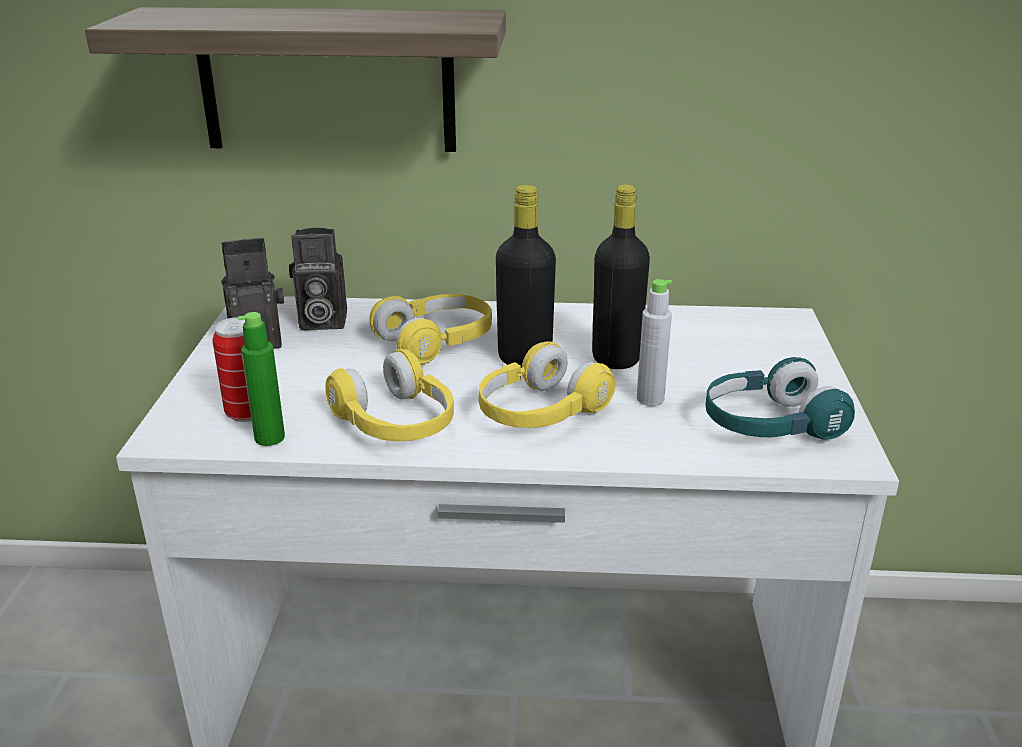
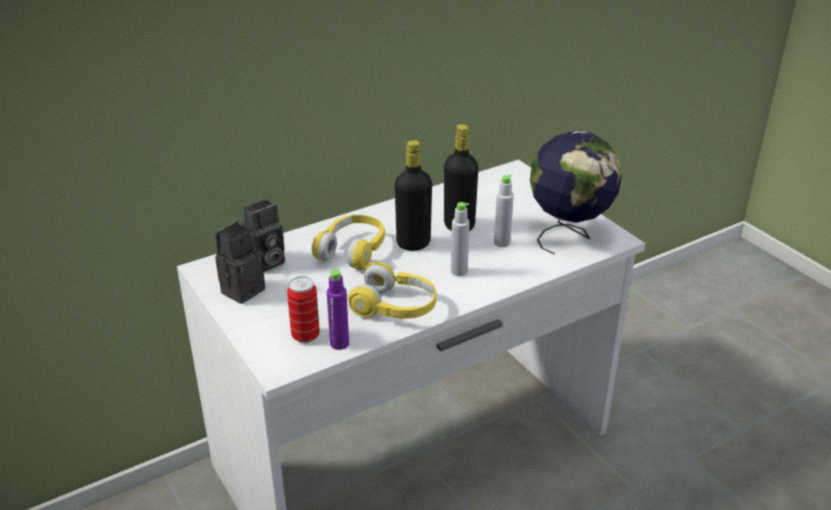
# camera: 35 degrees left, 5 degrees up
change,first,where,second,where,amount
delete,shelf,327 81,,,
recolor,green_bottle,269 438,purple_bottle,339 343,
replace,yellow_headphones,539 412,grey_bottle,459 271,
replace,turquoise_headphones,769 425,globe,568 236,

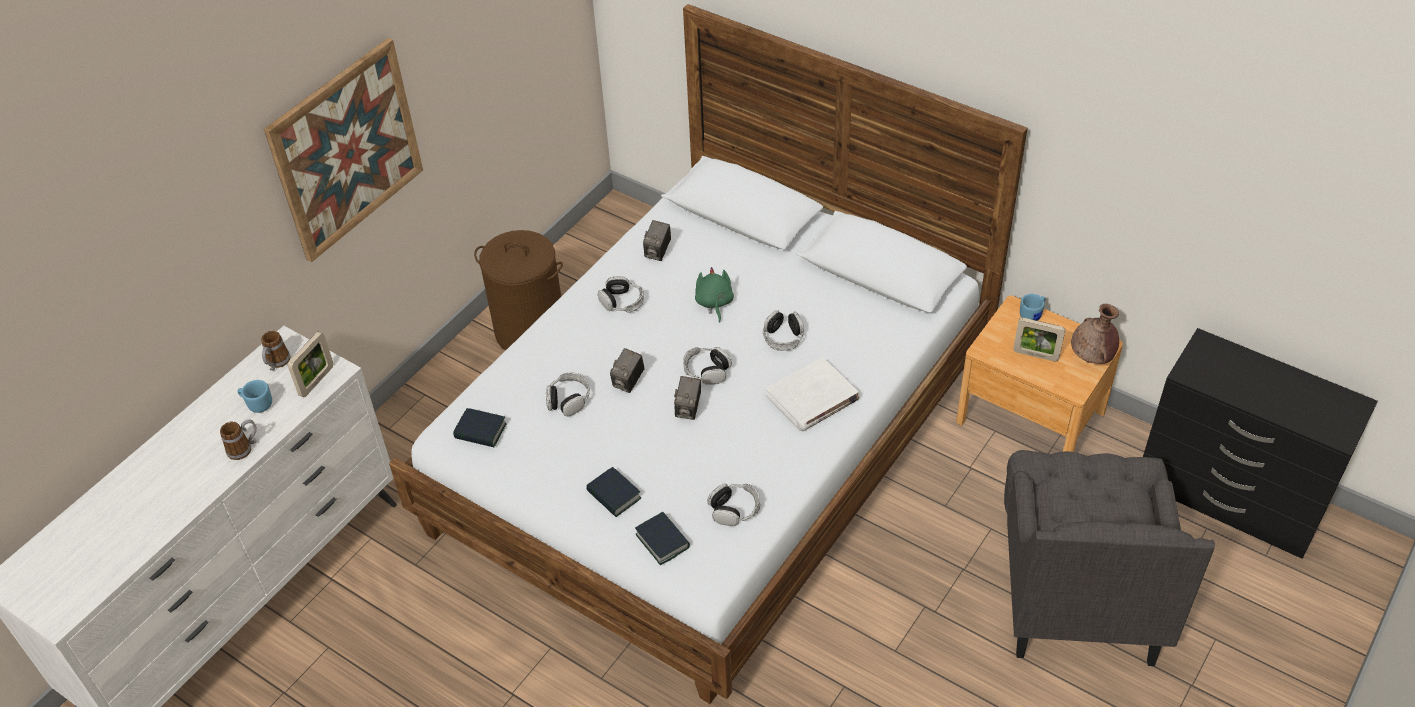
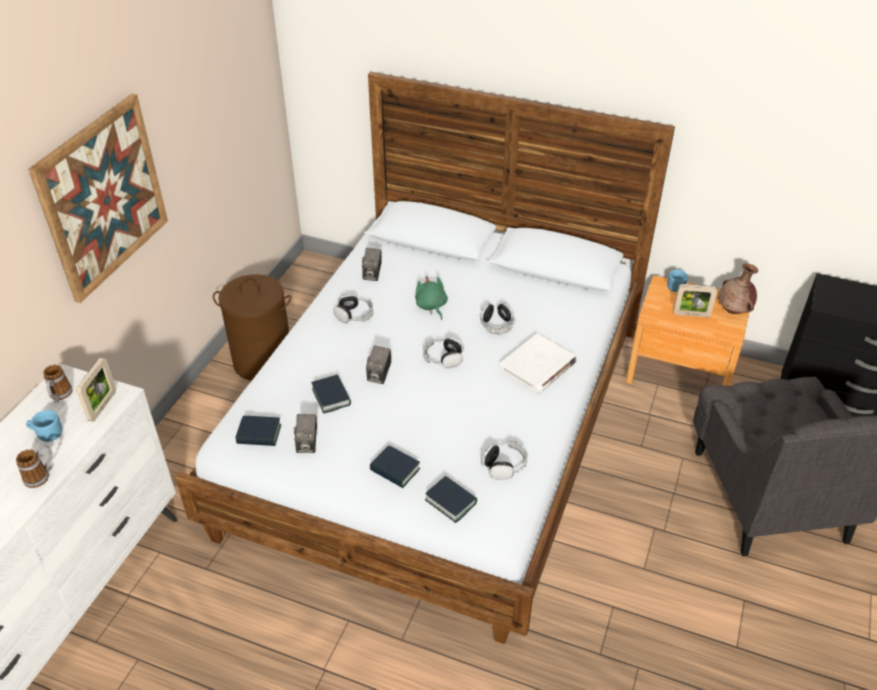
# camera: 15 degrees left, 5 degrees down
change,first,where,second,where,amount
replace,headphones,568 400,book,331 397,
move,photo_camera,688 409,,307 444,

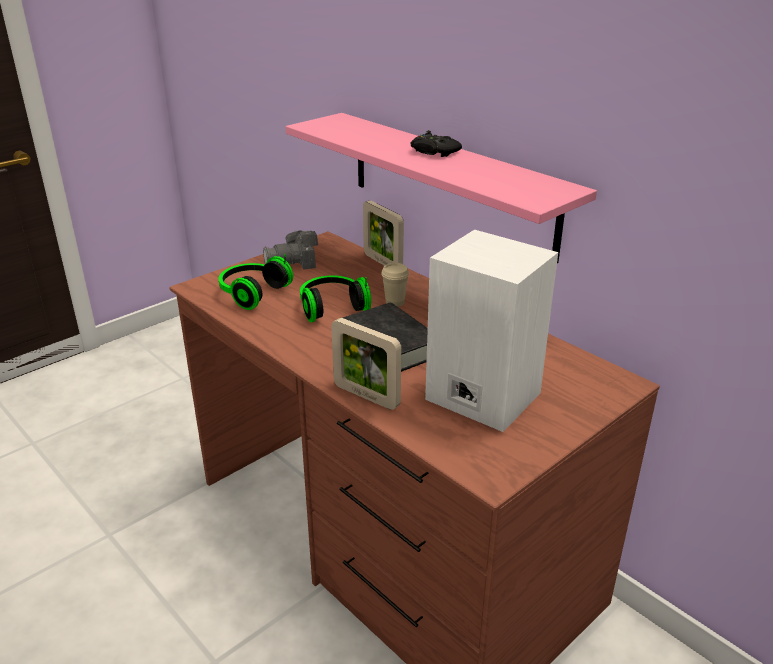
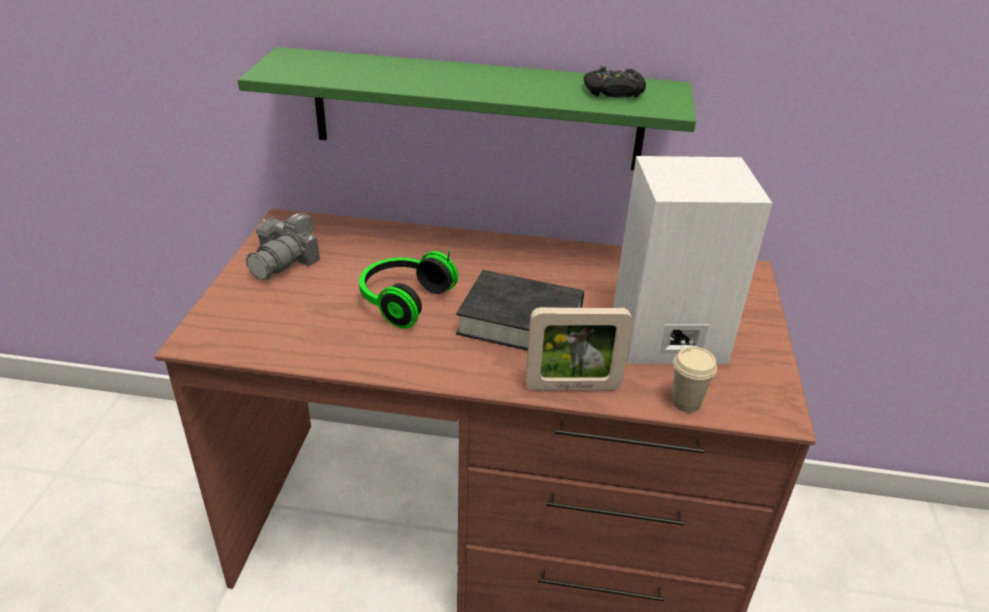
# camera: 40 degrees left, 5 degrees up
change,first,where,second,where,amount
delete,headphones,251 293,,,
recolor,pink_shelf,450 183,green_shelf,476 110,
delete,picture_frame,382 262,,,
move,beige_cup,395 302,,686 402,
move,black_game_controller,434 152,,614 92,

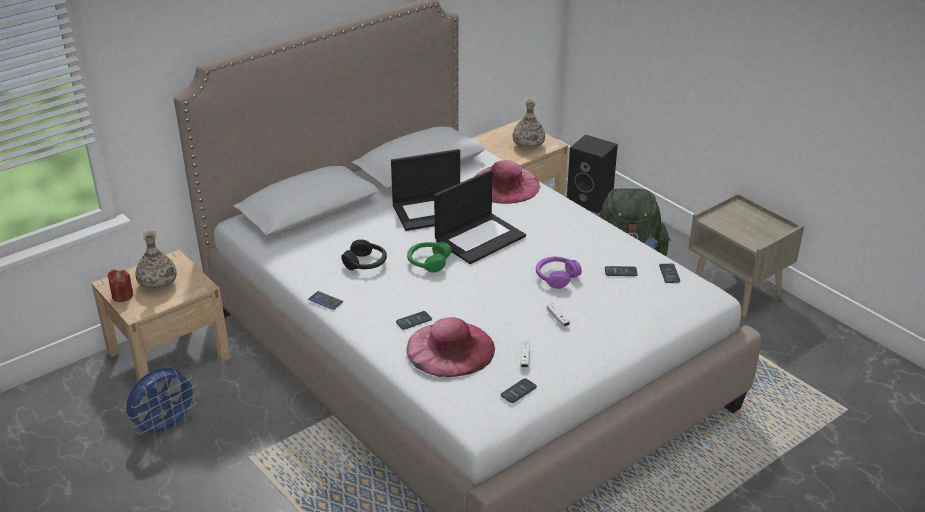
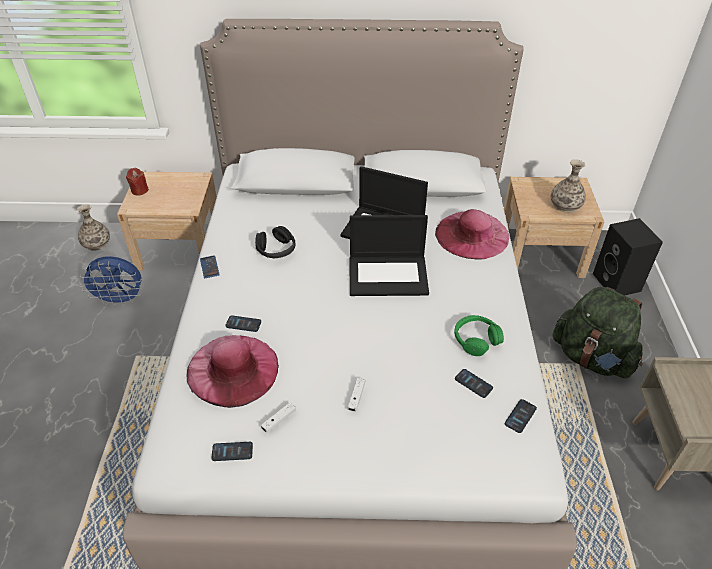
# camera: 40 degrees right, 10 degrees up
change,first,where,second,where,amount
move,vase,158 284,,97 244,
move,green_headphones,428 262,,476 339,
delete,purple_headphones,556 277,,,

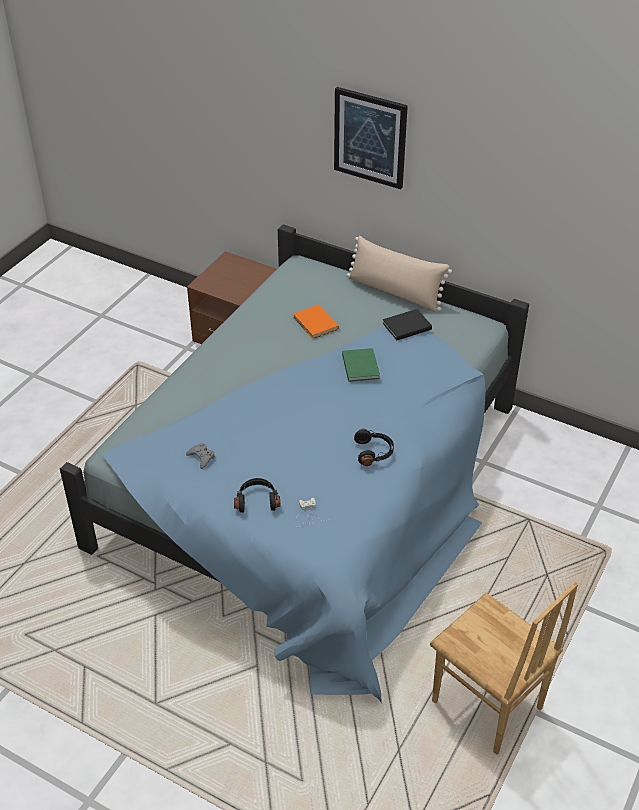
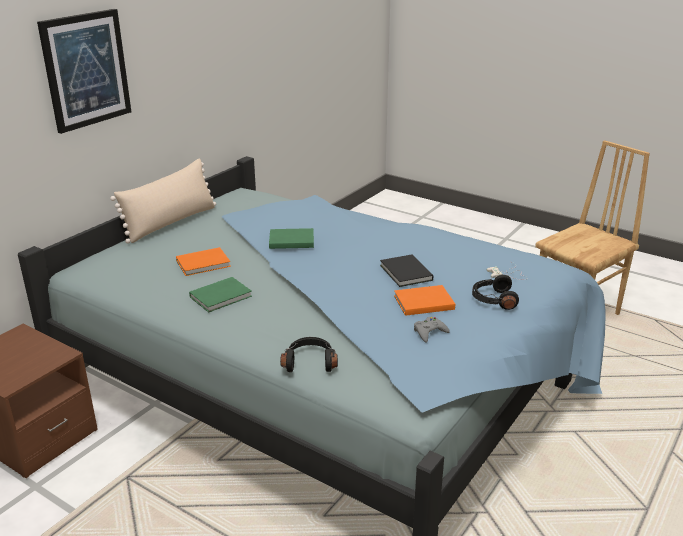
# camera: 85 degrees left, 15 degrees down
change,first,where,second,where,amount
move,black_headphones,374 452,,310 362,
move,black_book,405 326,,405 273,
insert,,,green_book,222 296,
insert,,,orange_book,422 302,

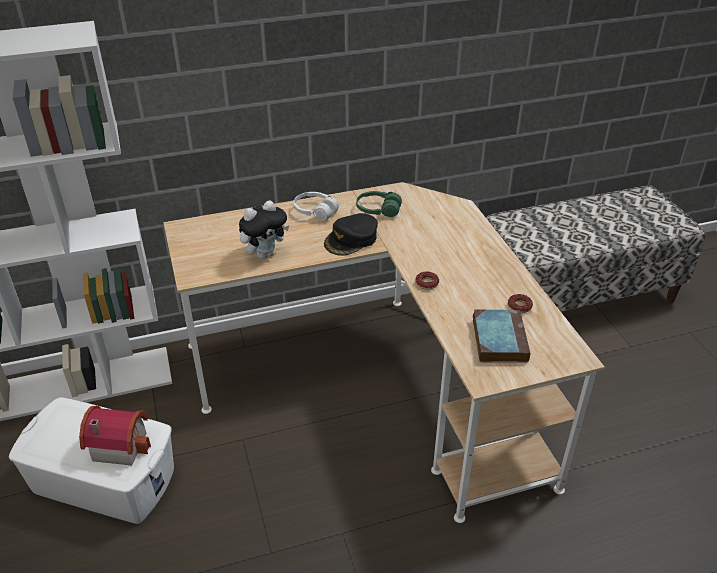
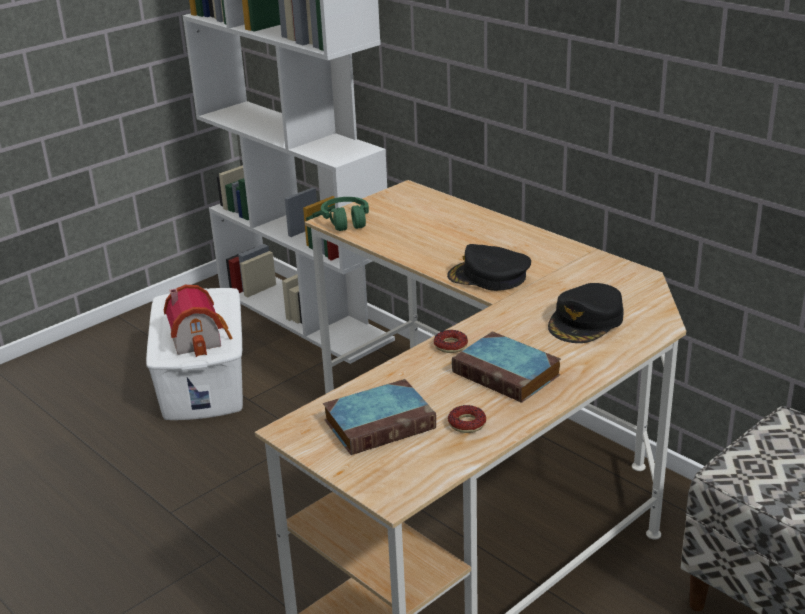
# camera: 65 degrees right, 10 degrees down
change,first,where,second,where,amount
delete,plush_toy,265 254,,,
delete,white_headphones,315 212,,,
move,green_headphones,378 210,,346 221,
insert,,,book,508 374,
insert,,,black_cap,586 321,

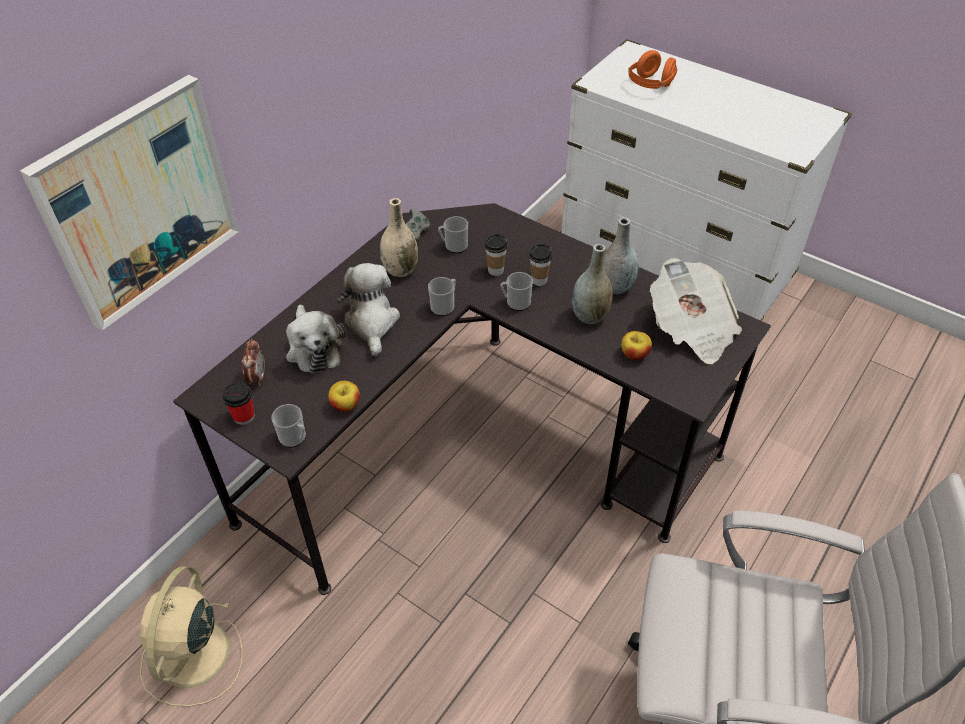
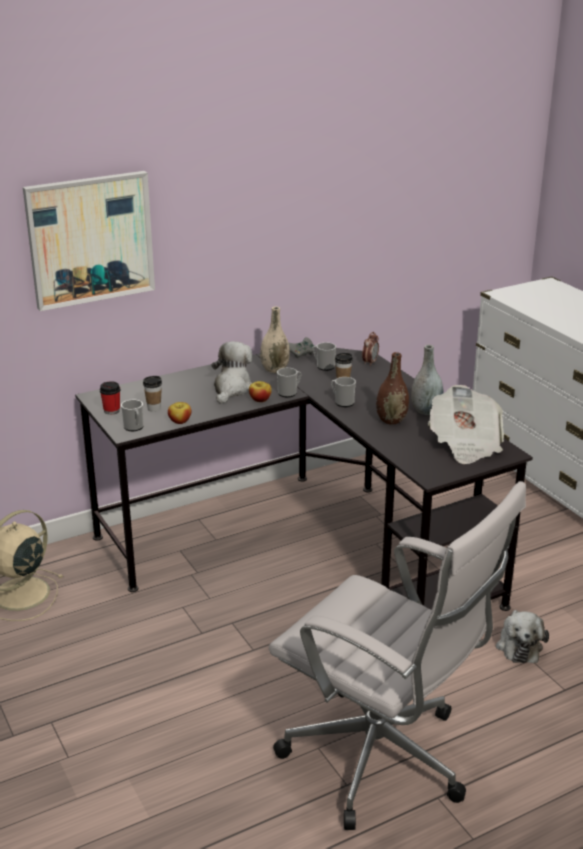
# camera: 25 degrees right, 20 degrees down
change,first,where,second,where,amount
move,alarm_clock,257 377,,370 362,
move,plush_toy,314 348,,519 645,
move,cup,539 280,,154 408,
recolor,grey_vase,589 316,brown_vase,391 420,
move,apple,634 354,,260 400,
delete,orange_headphones,650 85,,,

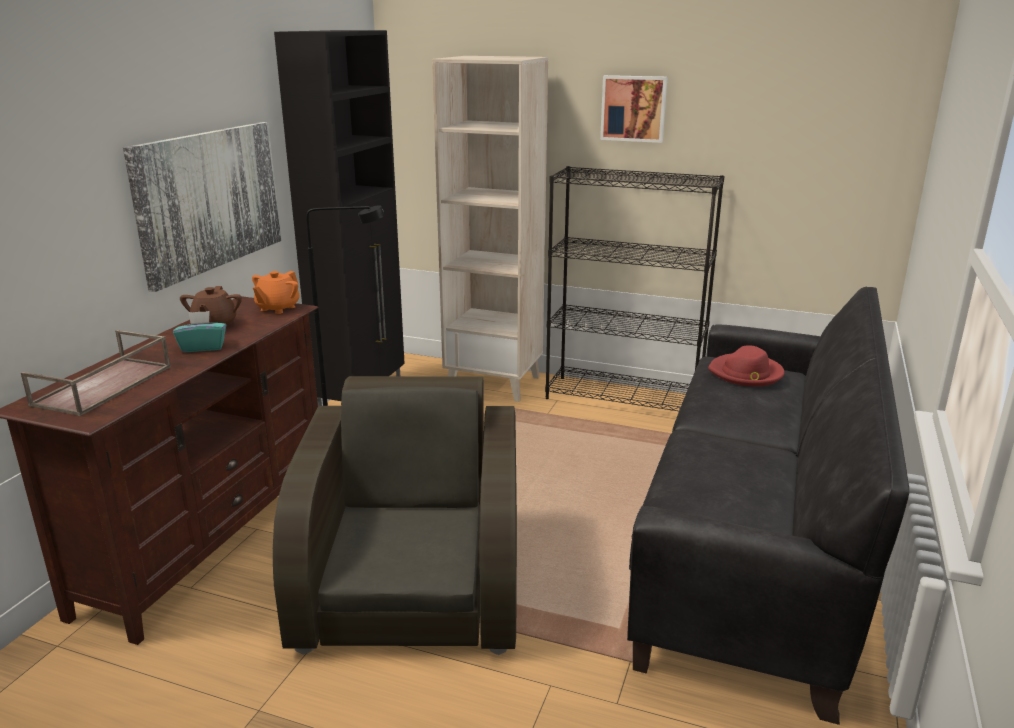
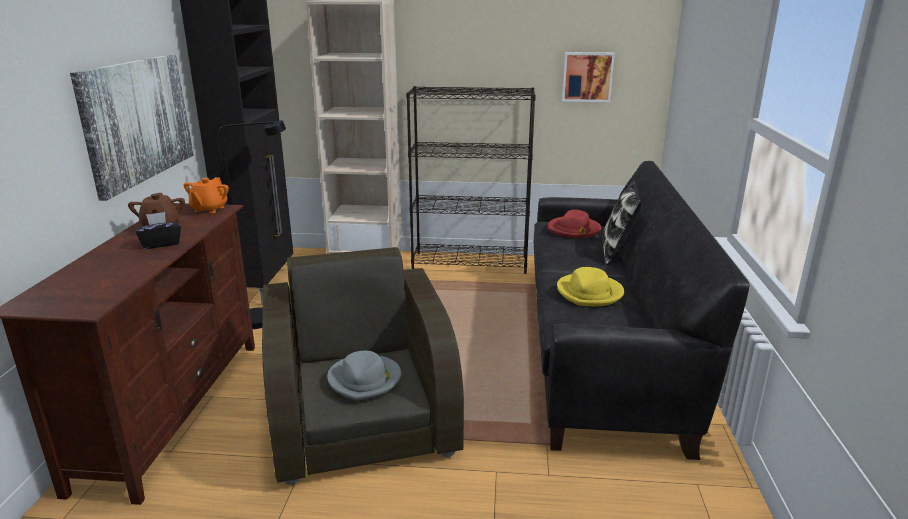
# camera: 15 degrees left, 0 degrees up
change,first,where,second,where,amount
delete,brown_tray,103 386,,,
recolor,turquoise_tissue_box,203 347,black_tissue_box,161 244,
move,picture,633 108,,587 77,
insert,,,grey_hat,365 380,
insert,,,yellow_hat,590 293,
insert,,,pillow,617 252,

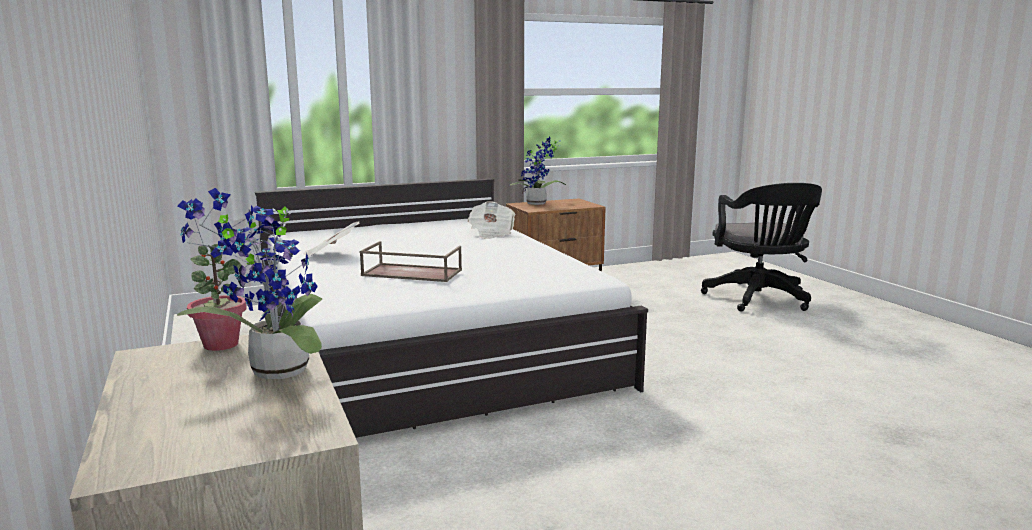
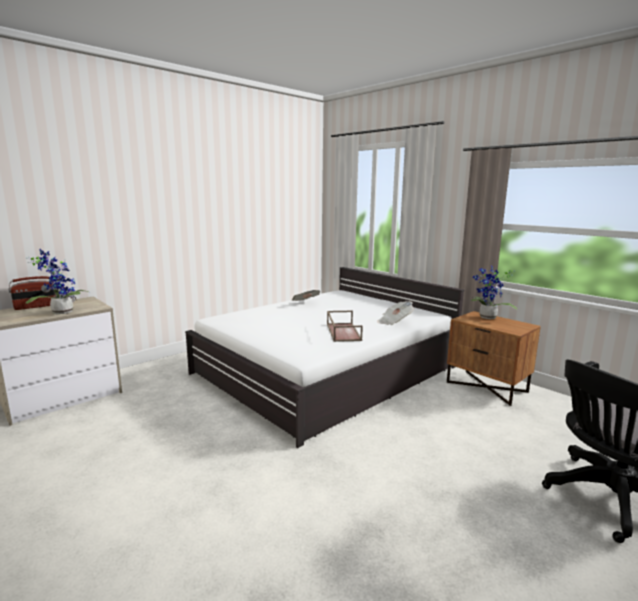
# camera: 70 degrees right, 0 degrees up
change,first,where,second,where,amount
delete,potted_plant,221 344,,,
move,brown_tray,410 273,,342 332,
insert,,,radio,36 306,

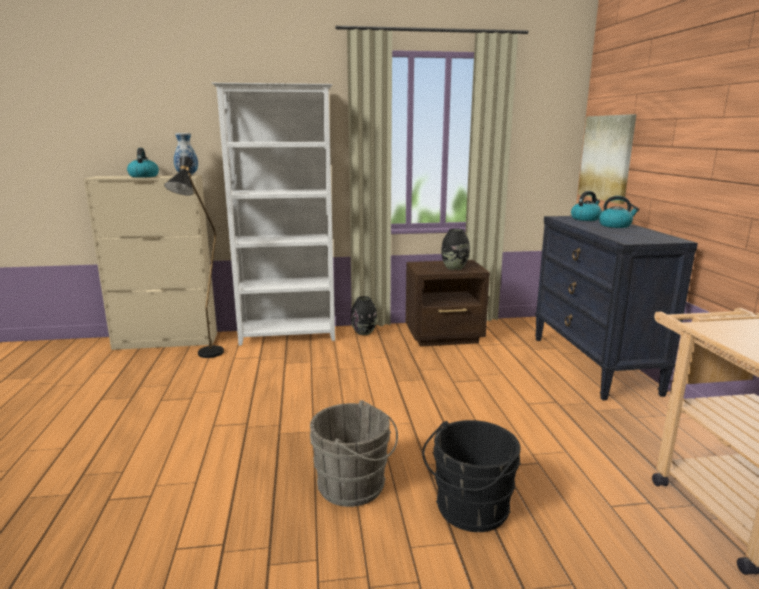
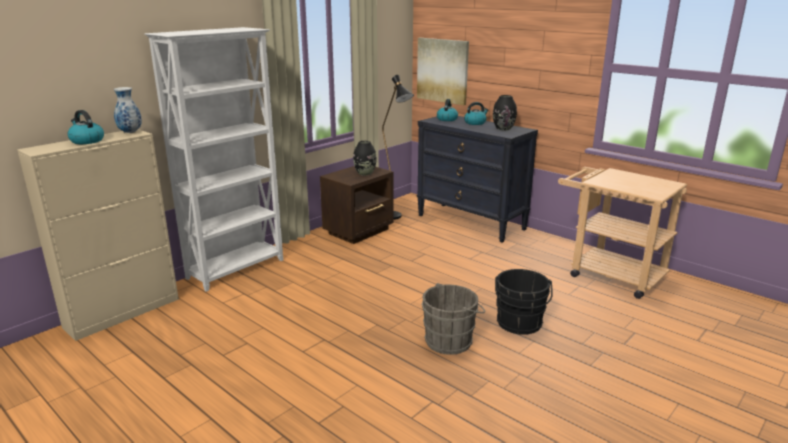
# camera: 40 degrees left, 5 degrees up
change,first,where,second,where,amount
move,black_floor_lamp,207 356,,396 218,
move,black_vase,364 332,,503 129,

